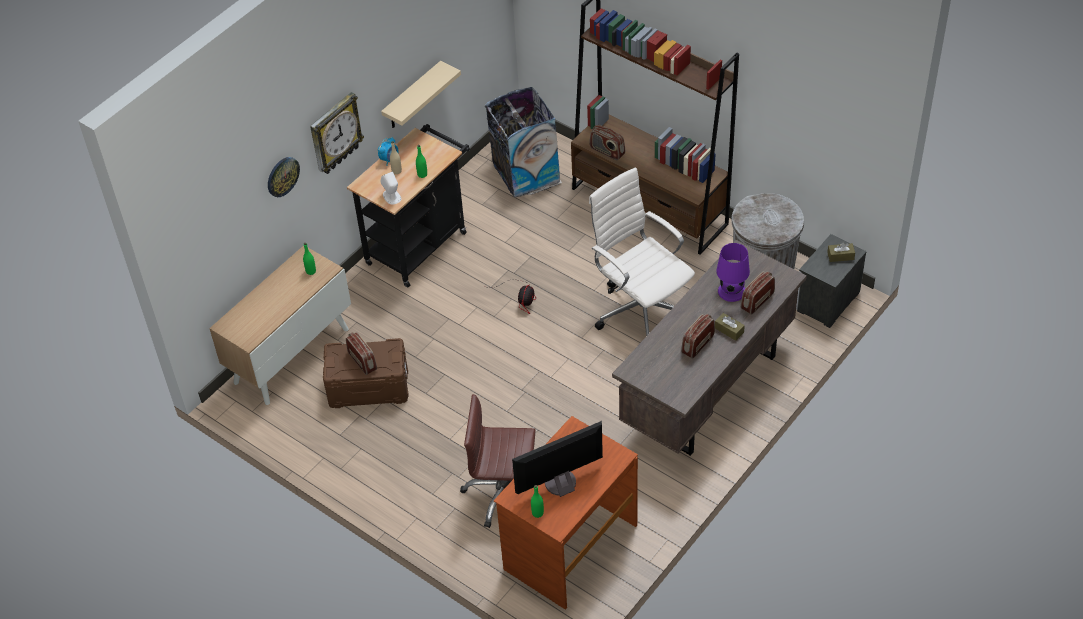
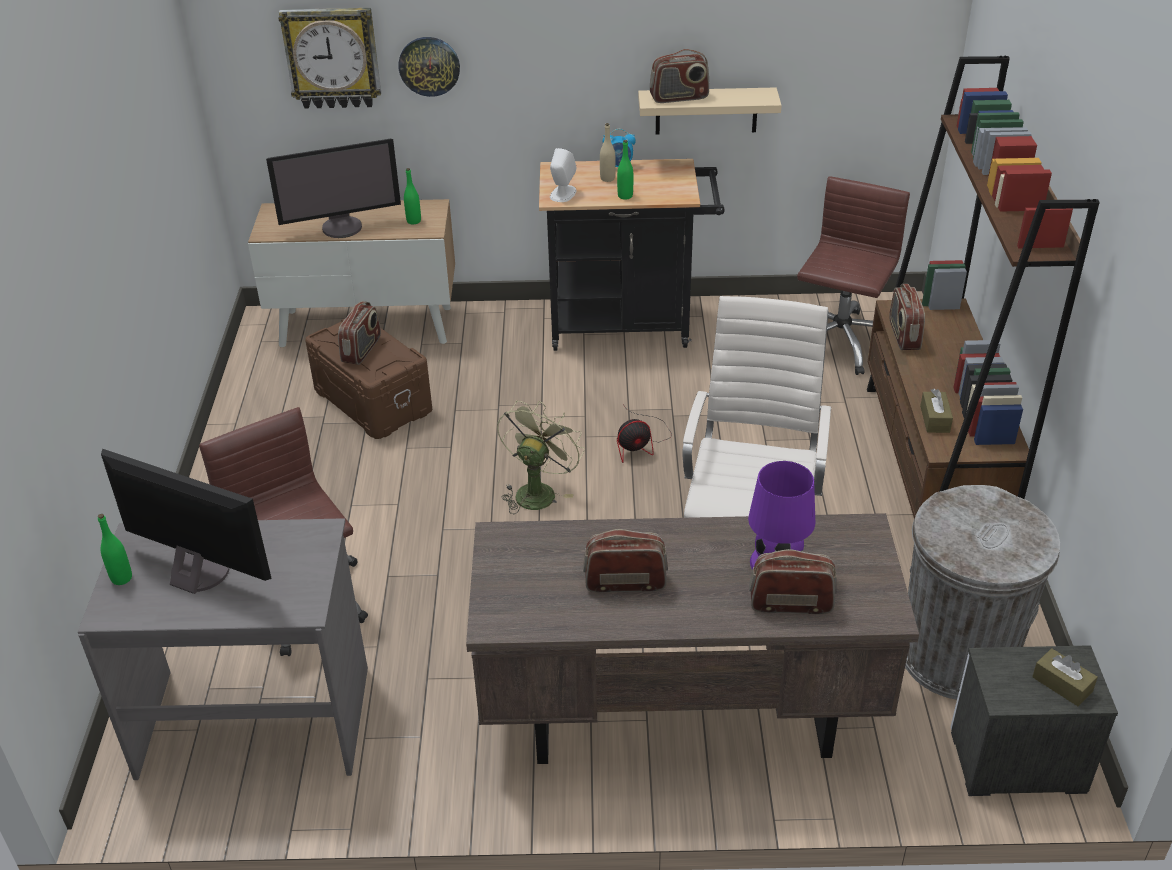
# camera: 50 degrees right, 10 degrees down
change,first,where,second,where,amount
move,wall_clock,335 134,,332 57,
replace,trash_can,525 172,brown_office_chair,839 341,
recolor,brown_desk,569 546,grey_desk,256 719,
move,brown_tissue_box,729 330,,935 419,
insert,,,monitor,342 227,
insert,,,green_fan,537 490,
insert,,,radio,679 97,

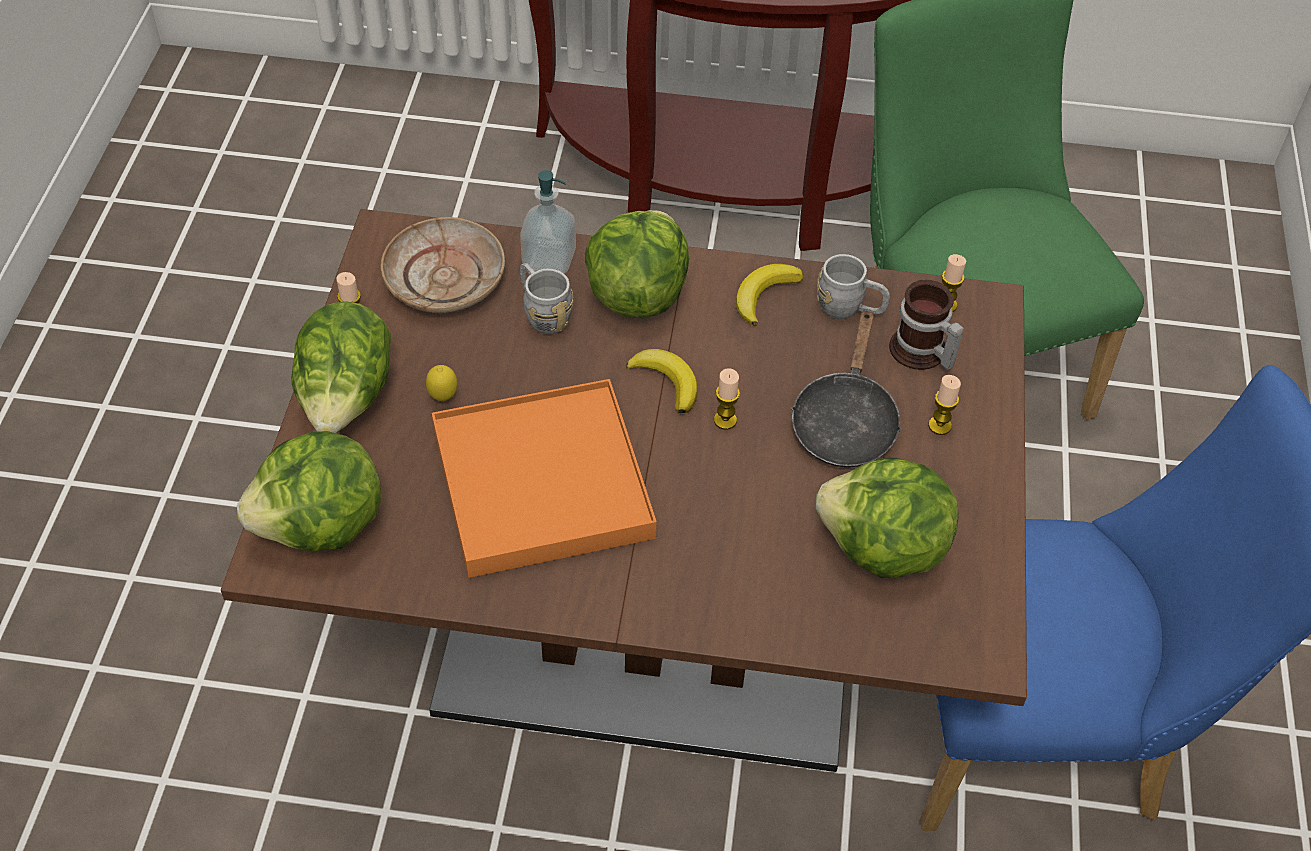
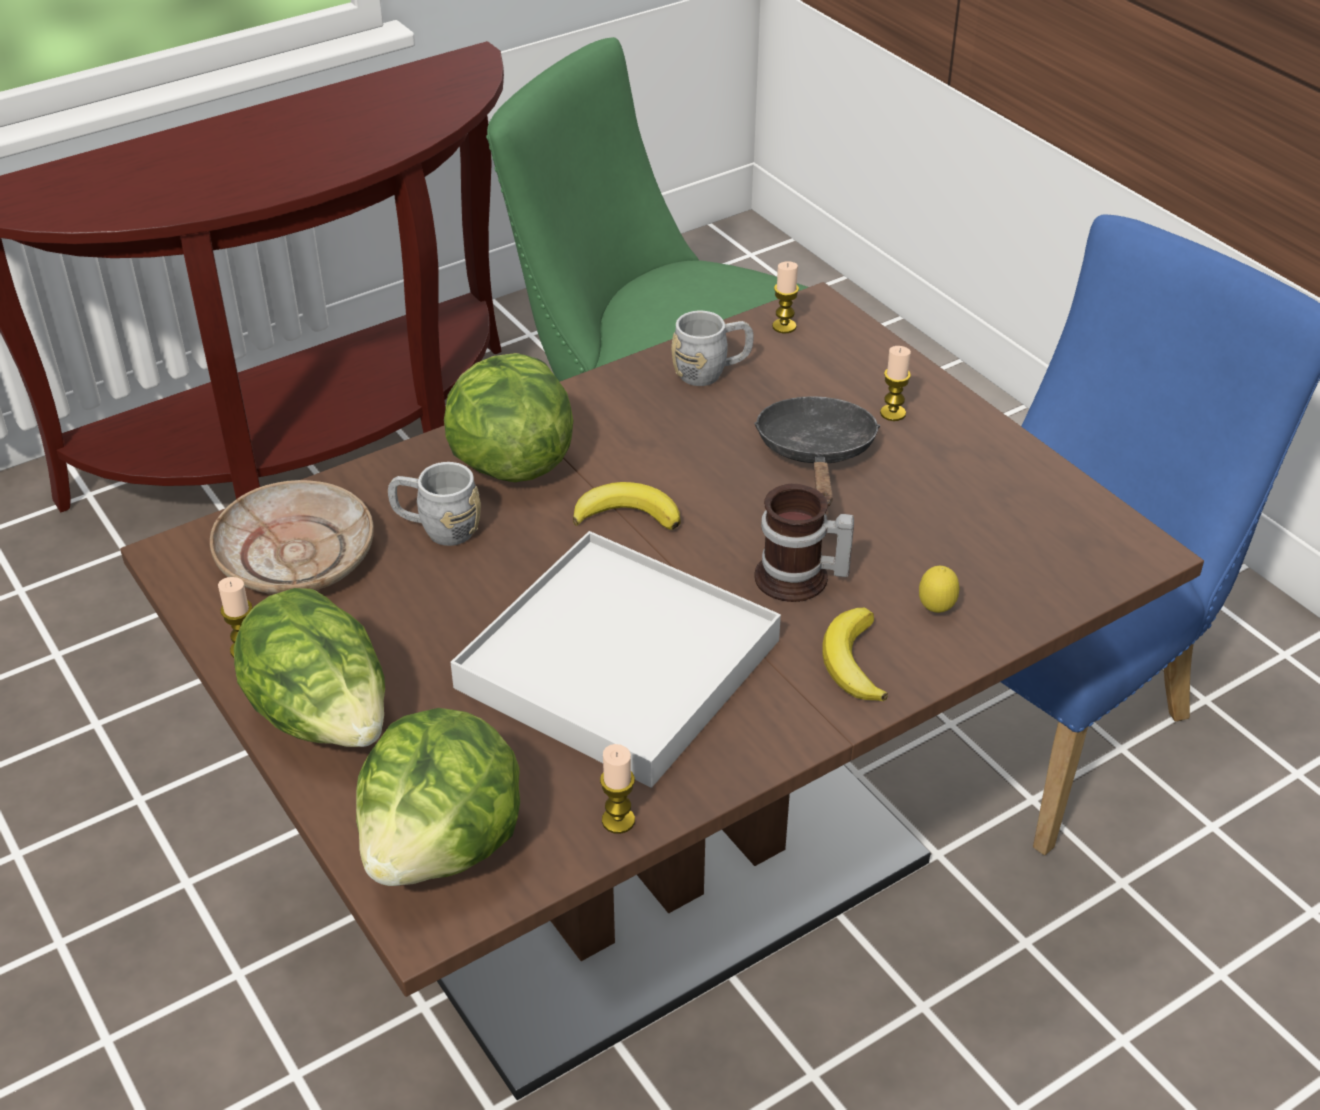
# camera: 40 degrees left, 10 degrees down
change,first,where,second,where,amount
move,lemon,443 397,,936 610,
recolor,orange_tray,543 483,white_tray,619 664,
delete,soap_dispenser,549 260,,,
move,candle,725 420,,618 820,
move,banana,764 295,,853 661,
rotate,black_frying_pan,845 421,,816 454,150 degrees counterclockwise
delete,lettuce,882 550,,,
move,mug,920 353,,798 580,

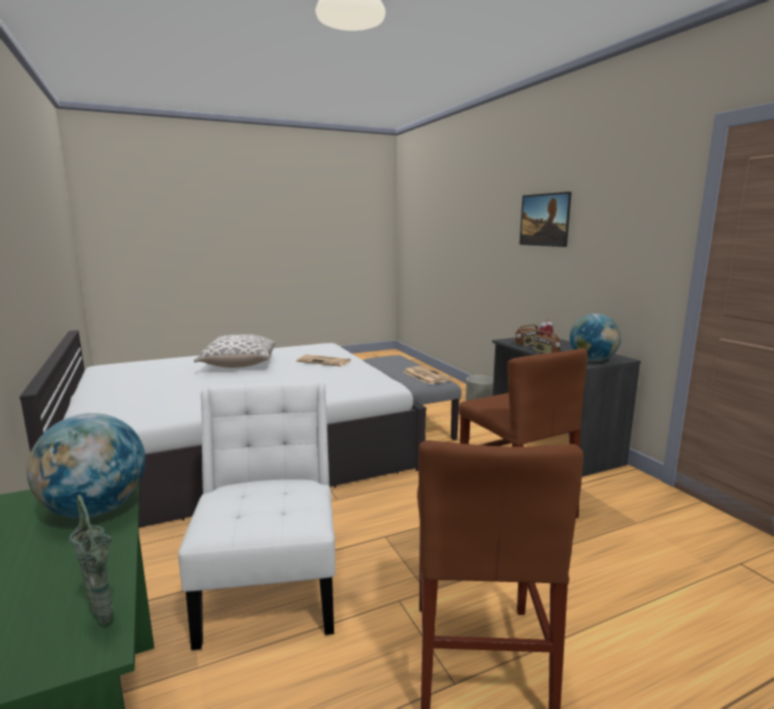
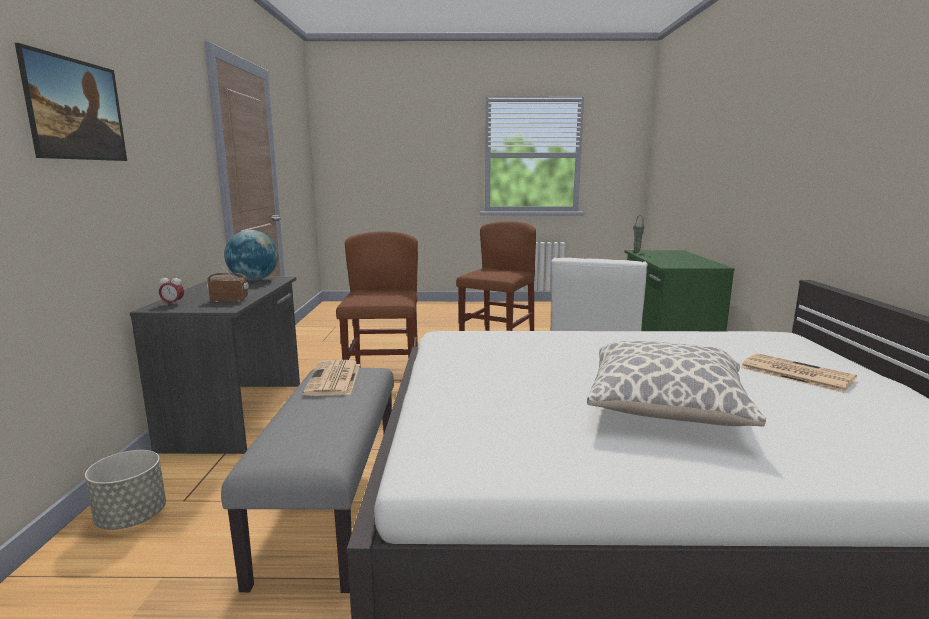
# camera: 155 degrees left, 0 degrees up
change,first,where,second,where,amount
delete,globe,95 510,,,
move,newspaper,325 361,,794 373,
delete,radio,545 353,,,

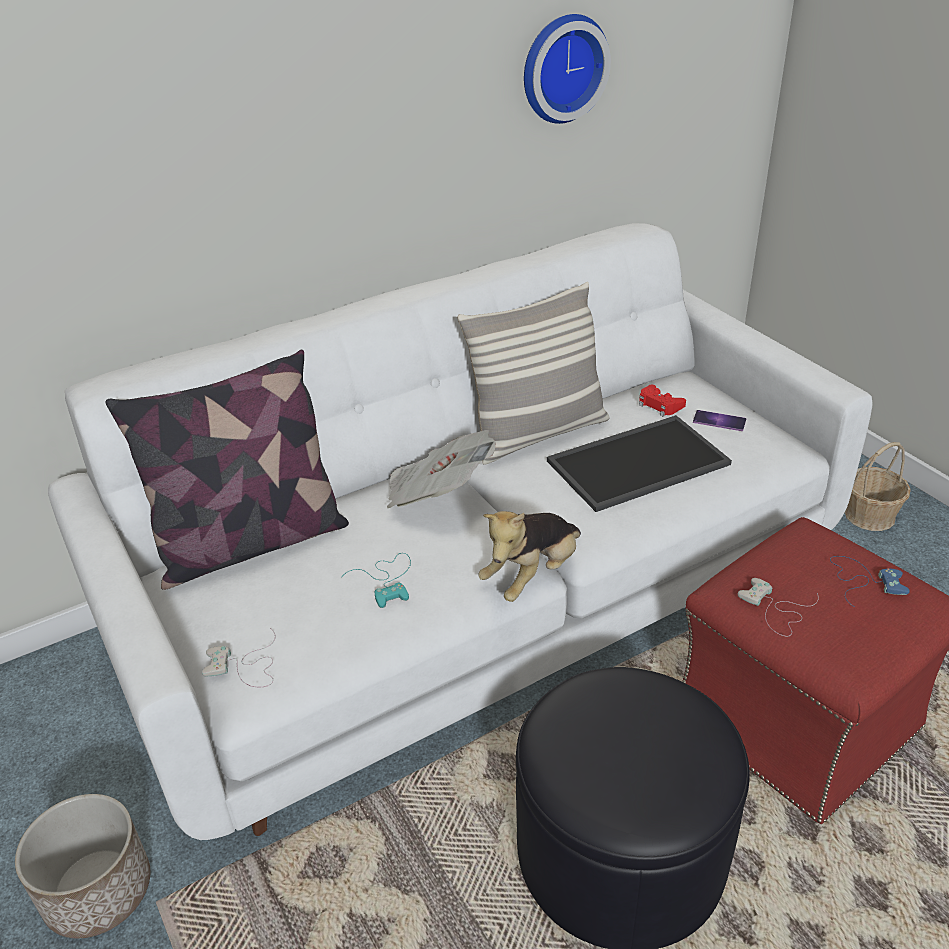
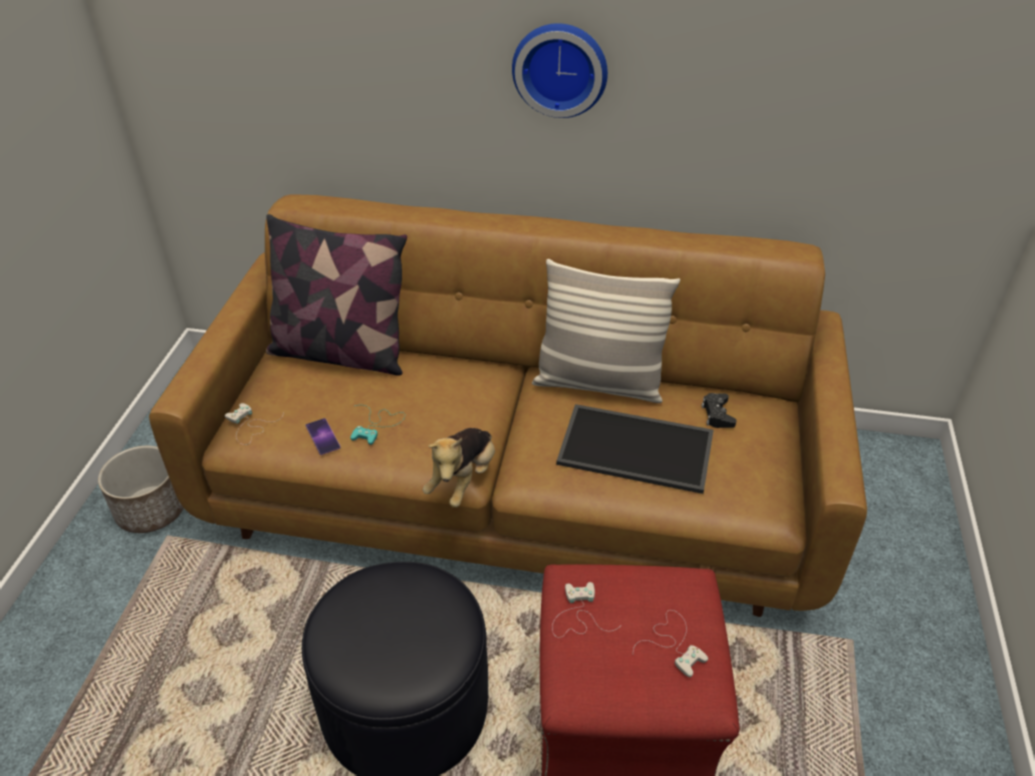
# camera: 40 degrees right, 5 degrees up
change,first,where,second,where,amount
recolor,white_sofa,480 595,brown_sofa,517 484,
delete,newspaper,438 493,,,
rotate,plush_toy,532 575,,463 480,60 degrees counterclockwise
move,wall_clock,561 68,,560 68,
recolor,red_game_controller,659 405,black_game_controller,717 414,
move,phone,719 421,,322 436,
recolor,blue_game_controller,863 580,white_game_controller,673 643,
delete,basket,870 515,,,

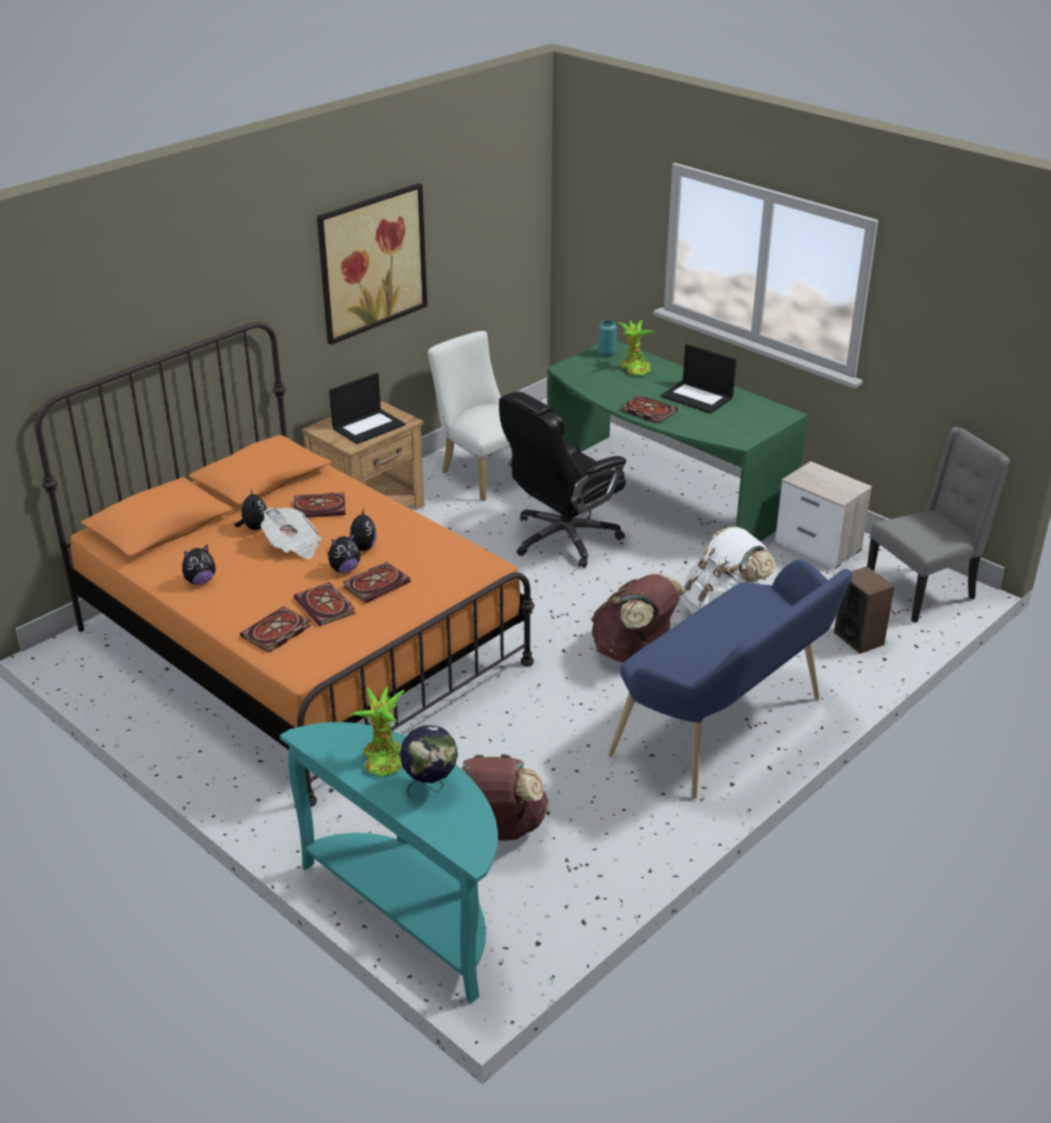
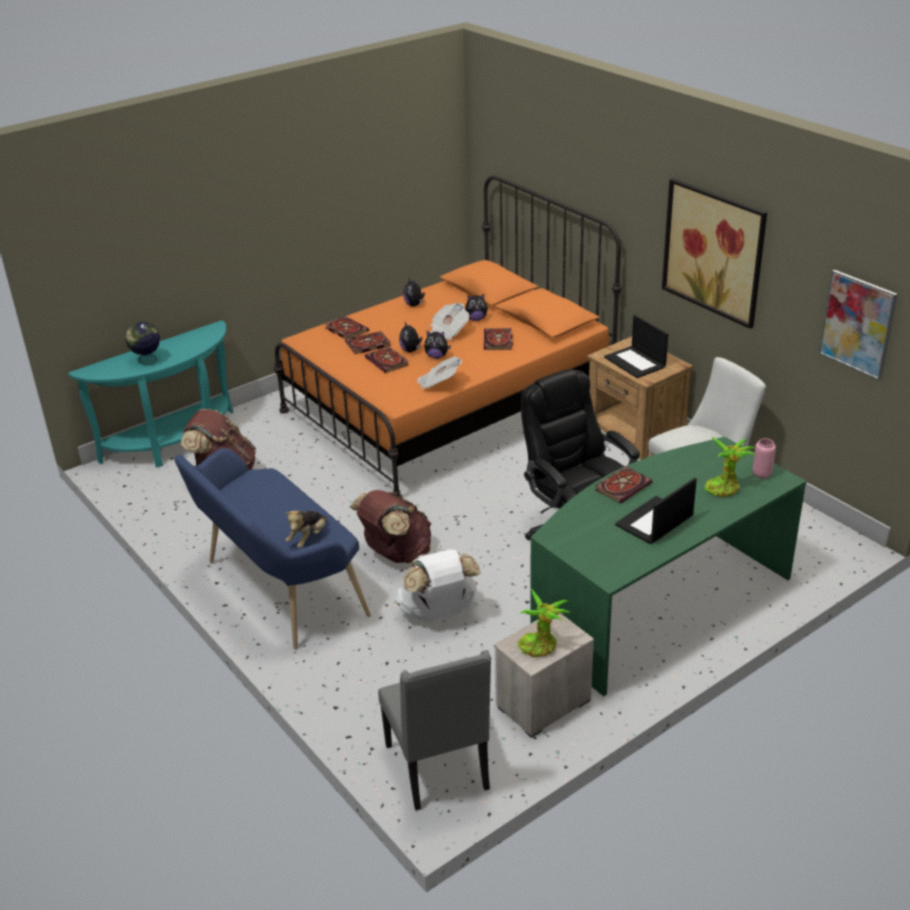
# camera: 100 degrees right, 0 degrees up
change,first,where,second,where,amount
move,potted_plant,383 759,,540 646,
recolor,turquoise_vase,606 354,pink_vase,761 474,
delete,speaker,858 638,,,
insert,,,plush_toy,308 538,
insert,,,newspaper,439 383,
insert,,,picture,857 324,

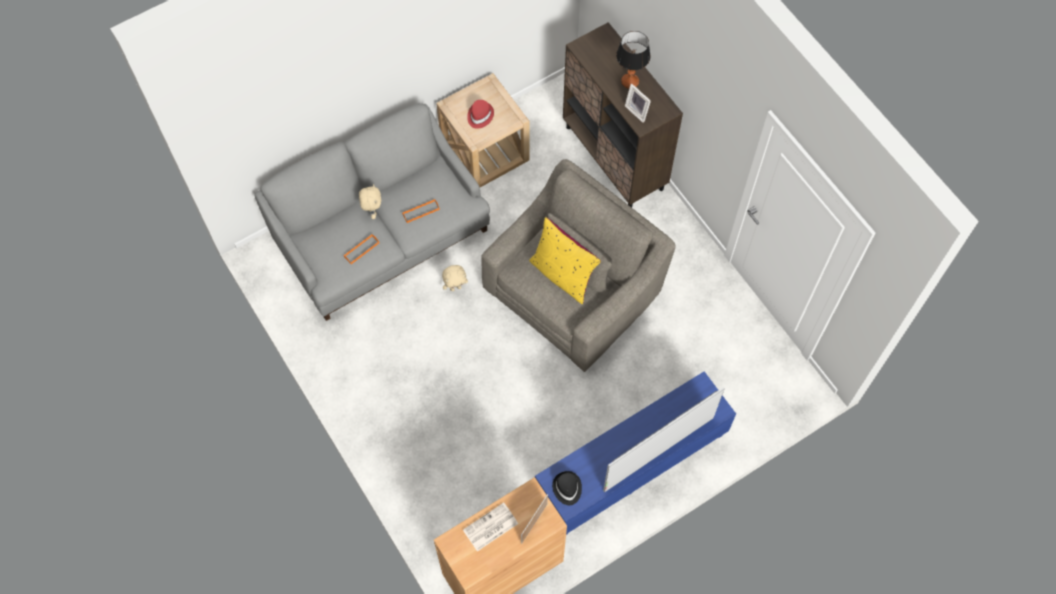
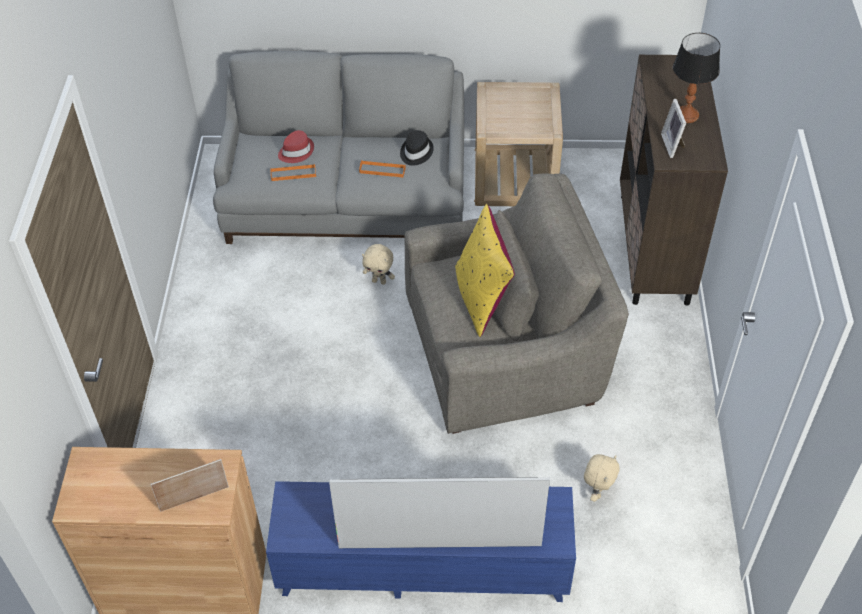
# camera: 35 degrees right, 15 degrees down
change,first,where,second,where,amount
move,beige_plush_toy,372 211,,597 492,
delete,newspaper,490 527,,,
move,red_hat,479 116,,296 151,
move,black_hat,567 488,,415 152,

